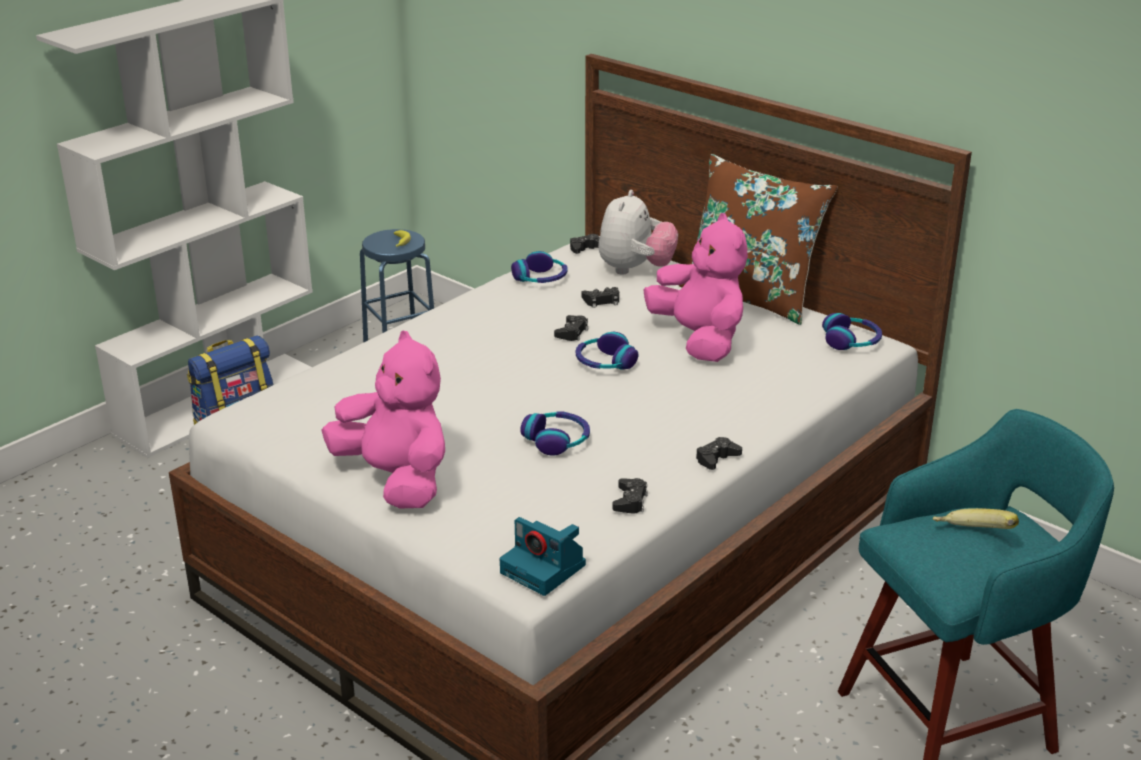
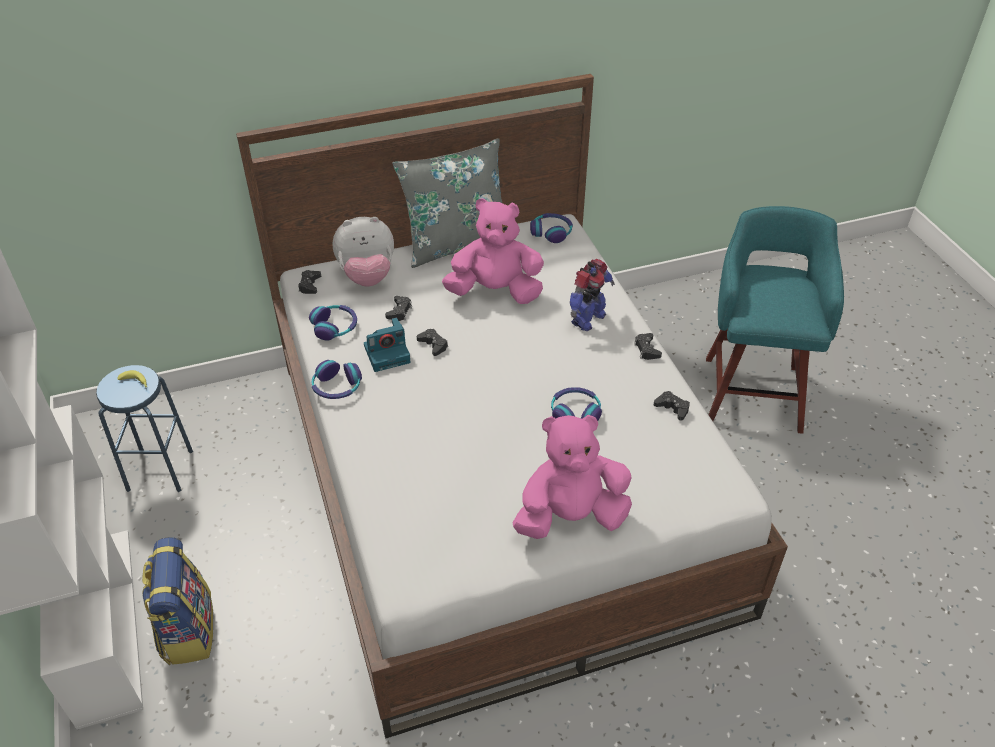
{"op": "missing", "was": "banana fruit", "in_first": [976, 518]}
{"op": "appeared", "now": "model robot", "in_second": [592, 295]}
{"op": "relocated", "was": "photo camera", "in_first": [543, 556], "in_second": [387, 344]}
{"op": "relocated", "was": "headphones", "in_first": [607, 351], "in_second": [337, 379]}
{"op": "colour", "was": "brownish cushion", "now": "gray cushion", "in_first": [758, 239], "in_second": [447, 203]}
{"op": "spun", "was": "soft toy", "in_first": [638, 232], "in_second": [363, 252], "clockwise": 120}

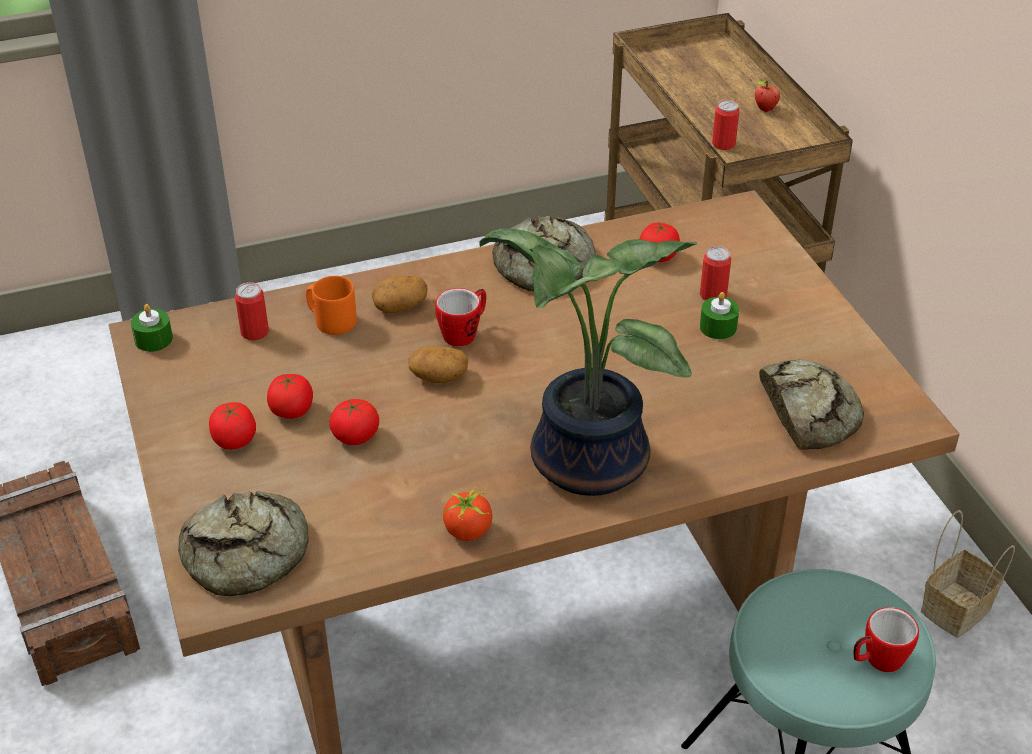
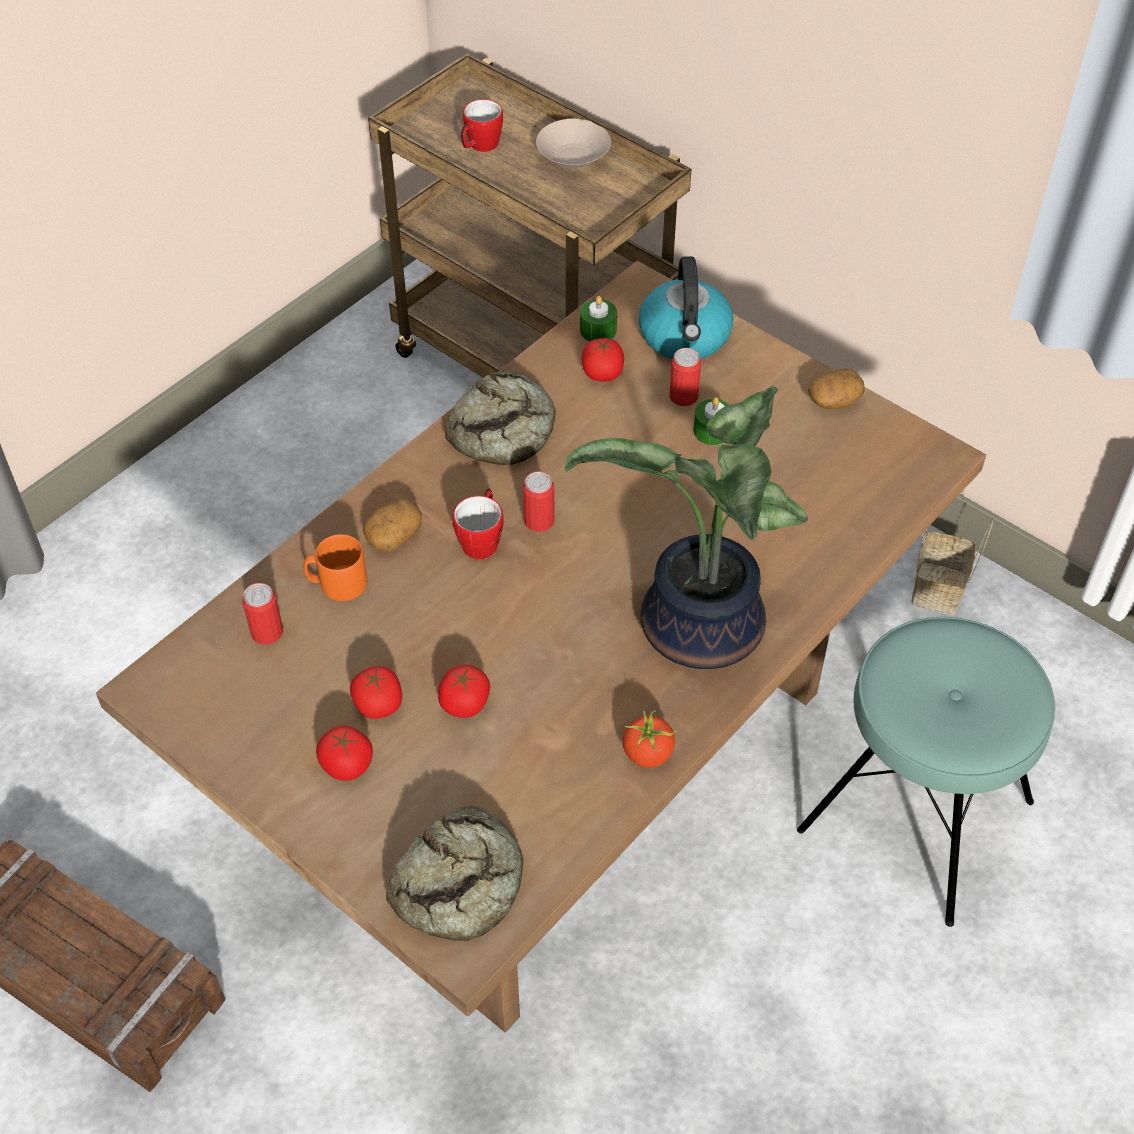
{"op": "missing", "was": "bakery bread", "in_first": [811, 404]}
{"op": "appeared", "now": "kettle", "in_second": [686, 307]}
{"op": "relocated", "was": "greenish candle", "in_first": [152, 328], "in_second": [598, 318]}
{"op": "relocated", "was": "potato", "in_first": [438, 364], "in_second": [836, 388]}
{"op": "relocated", "was": "can", "in_first": [725, 125], "in_second": [539, 502]}
{"op": "relocated", "was": "mug", "in_first": [886, 639], "in_second": [482, 125]}
{"op": "exchanged", "was": "apple", "now": "beige-coloured bowl", "in_first": [767, 96], "in_second": [573, 143]}

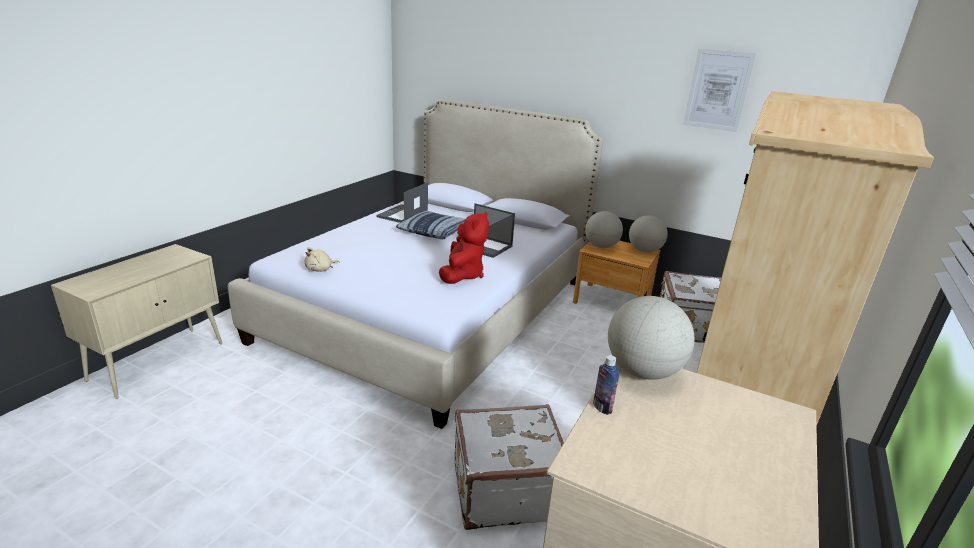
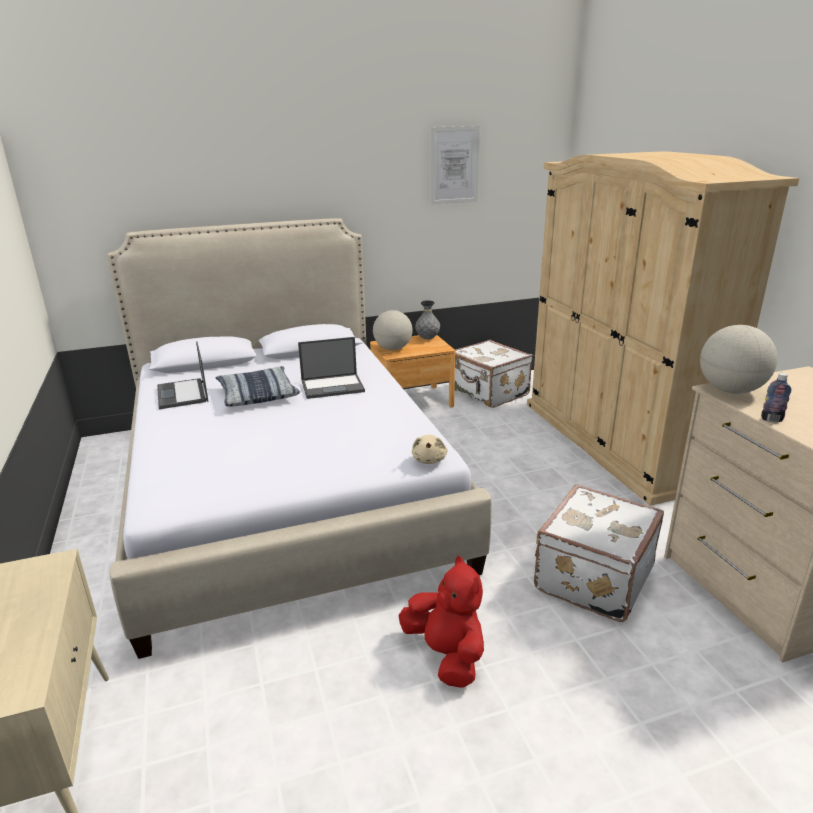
{"op": "relocated", "was": "beige-coloured soft toy", "in_first": [322, 259], "in_second": [430, 449]}
{"op": "relocated", "was": "red soft toy", "in_first": [464, 248], "in_second": [441, 622]}
{"op": "exchanged", "was": "globe", "now": "gray vase", "in_first": [648, 234], "in_second": [427, 319]}

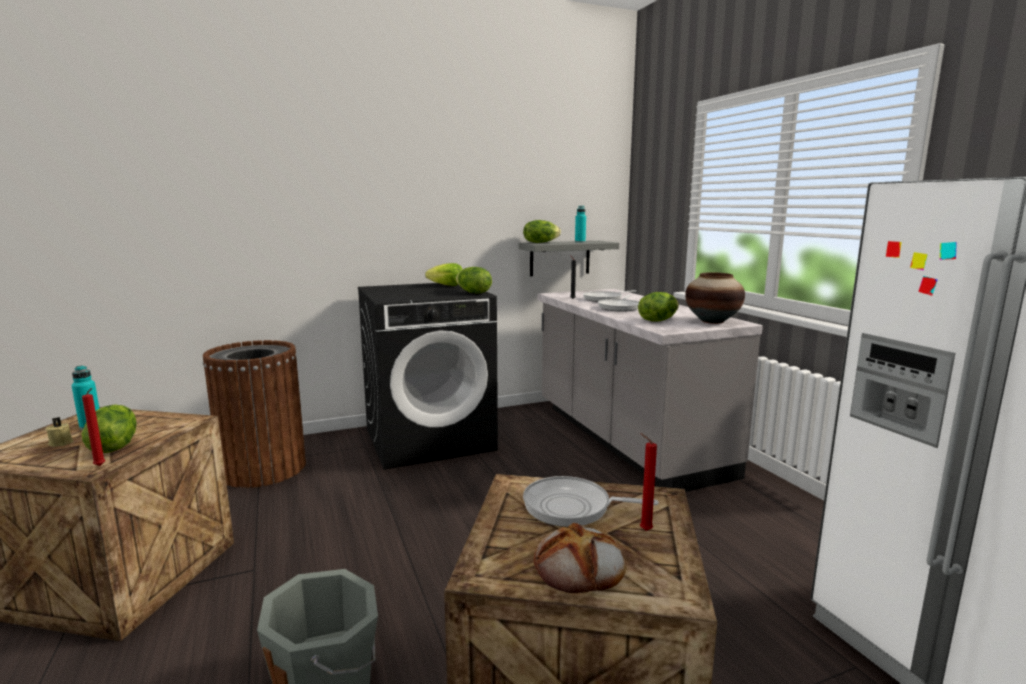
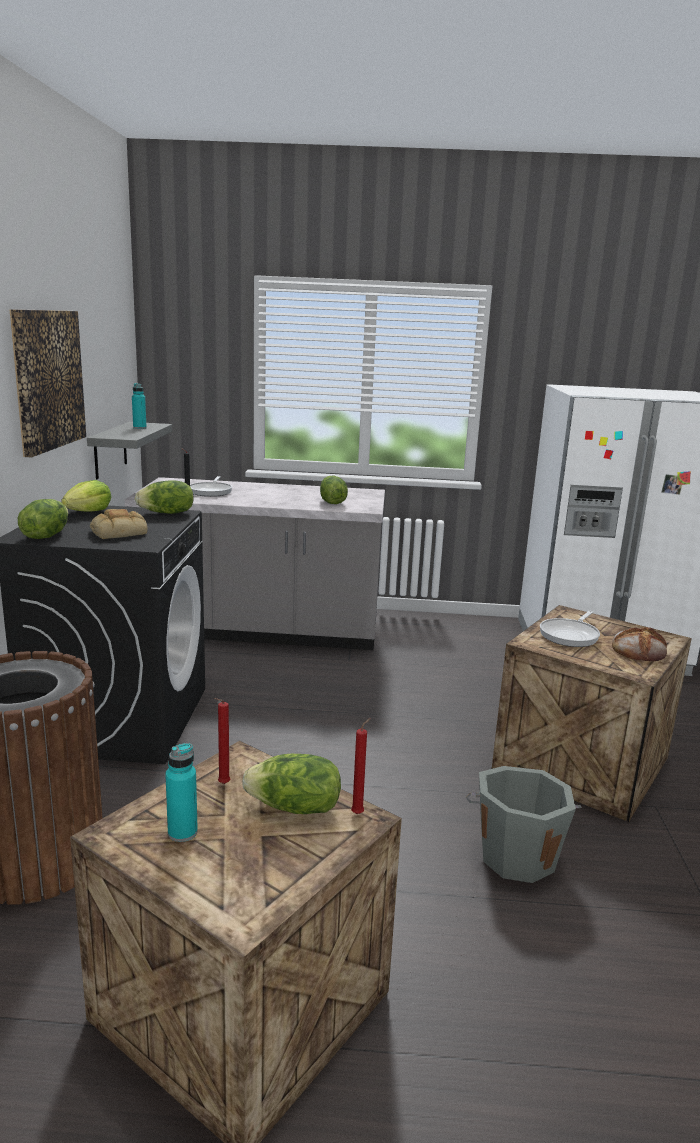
{"op": "missing", "was": "beige-coloured candle", "in_first": [59, 432]}
{"op": "missing", "was": "pan", "in_first": [618, 303]}
{"op": "missing", "was": "vase", "in_first": [715, 298]}
{"op": "appeared", "now": "wall art", "in_second": [48, 383]}
{"op": "appeared", "now": "bakery bread", "in_second": [119, 524]}
{"op": "relocated", "was": "lettuce head", "in_first": [542, 231], "in_second": [43, 519]}
{"op": "relocated", "was": "red candle", "in_first": [648, 482], "in_second": [222, 741]}

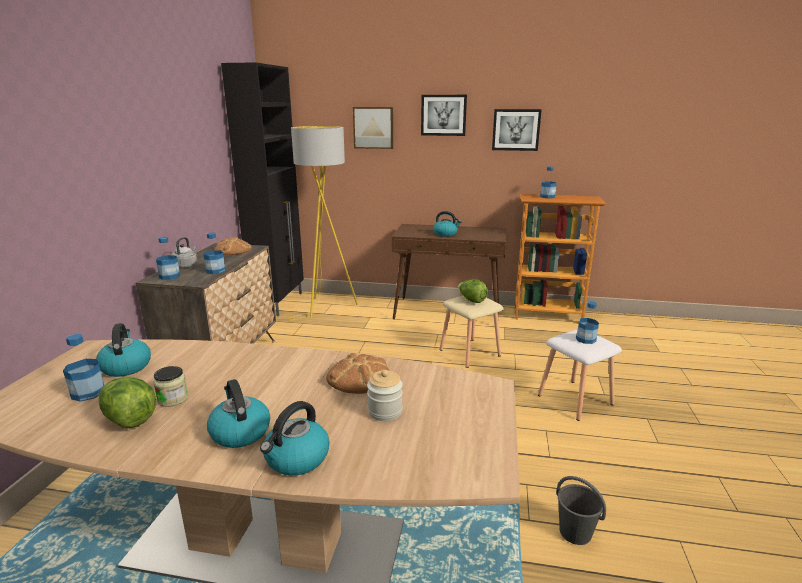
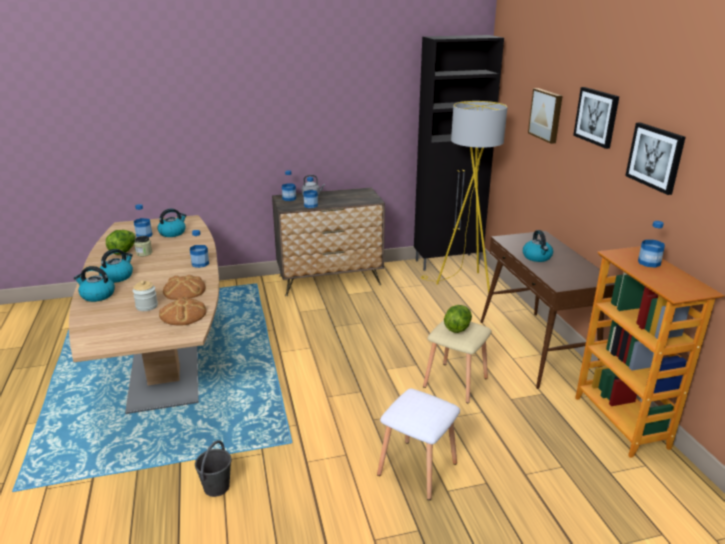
{"op": "relocated", "was": "bakery bread", "in_first": [233, 246], "in_second": [183, 311]}
{"op": "relocated", "was": "drink bottle", "in_first": [587, 322], "in_second": [199, 249]}

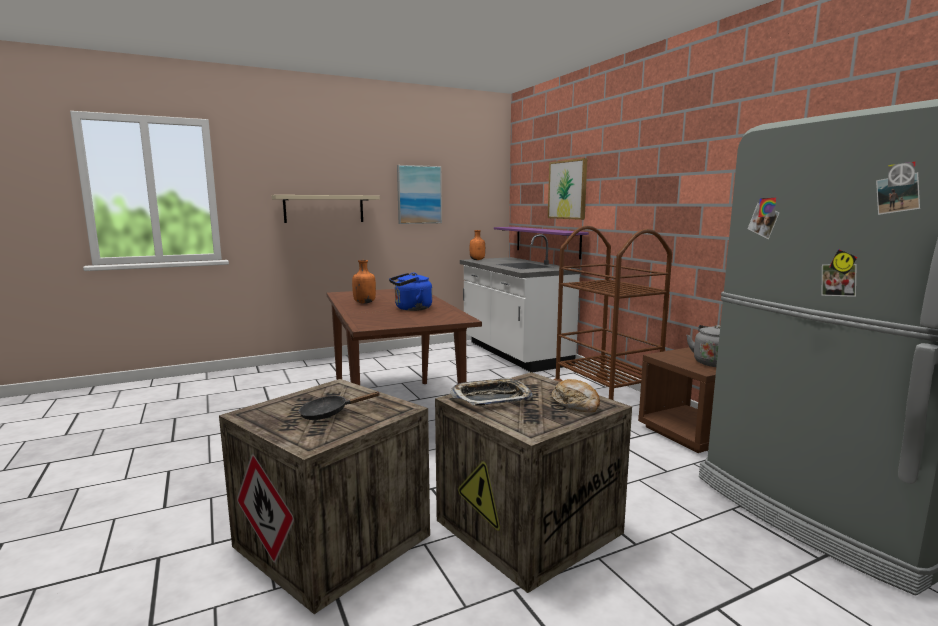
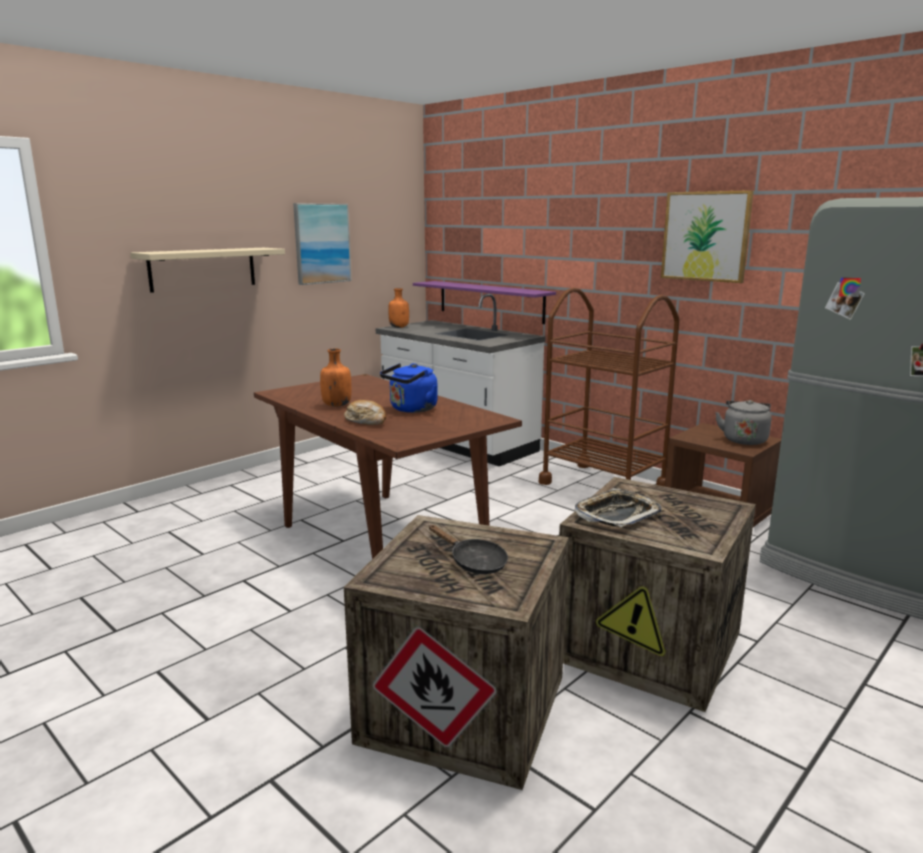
{"op": "relocated", "was": "wall art", "in_first": [567, 189], "in_second": [707, 236]}
{"op": "relocated", "was": "bakery bread", "in_first": [576, 396], "in_second": [365, 412]}
{"op": "spun", "was": "black pan", "in_first": [340, 405], "in_second": [468, 549], "clockwise": -105}

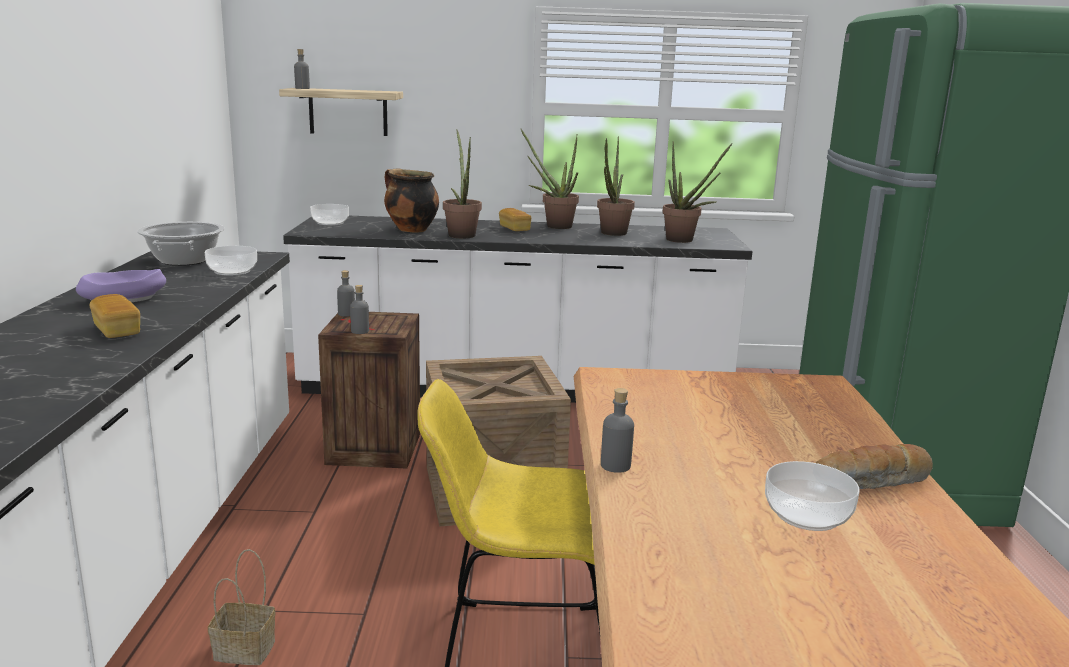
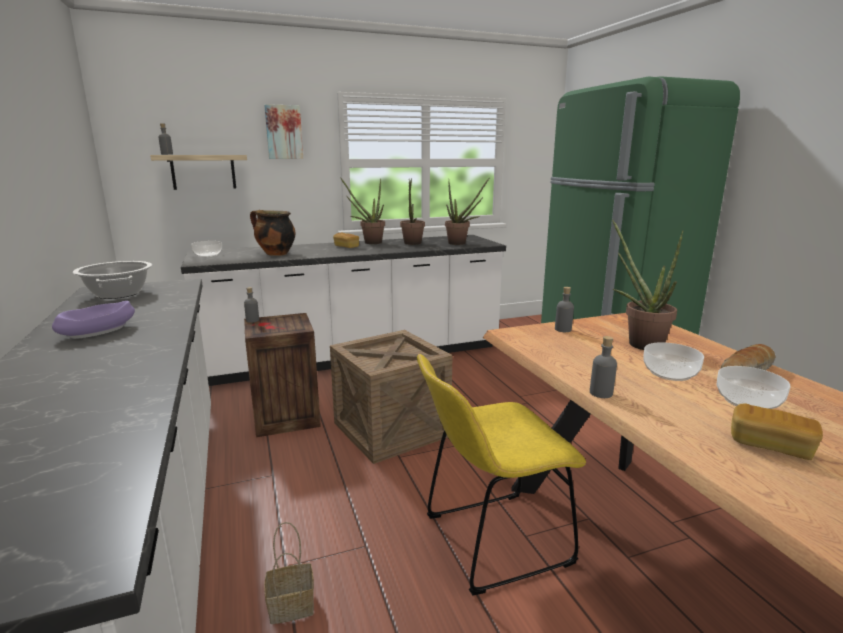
{"op": "appeared", "now": "wall art", "in_second": [283, 131]}
{"op": "relocated", "was": "bakery bread", "in_first": [114, 316], "in_second": [777, 431]}
{"op": "relocated", "was": "bowl", "in_first": [231, 261], "in_second": [673, 361]}
{"op": "relocated", "was": "gray drink bottle", "in_first": [359, 309], "in_second": [564, 309]}
{"op": "relocated", "was": "houseplant", "in_first": [462, 183], "in_second": [647, 285]}

